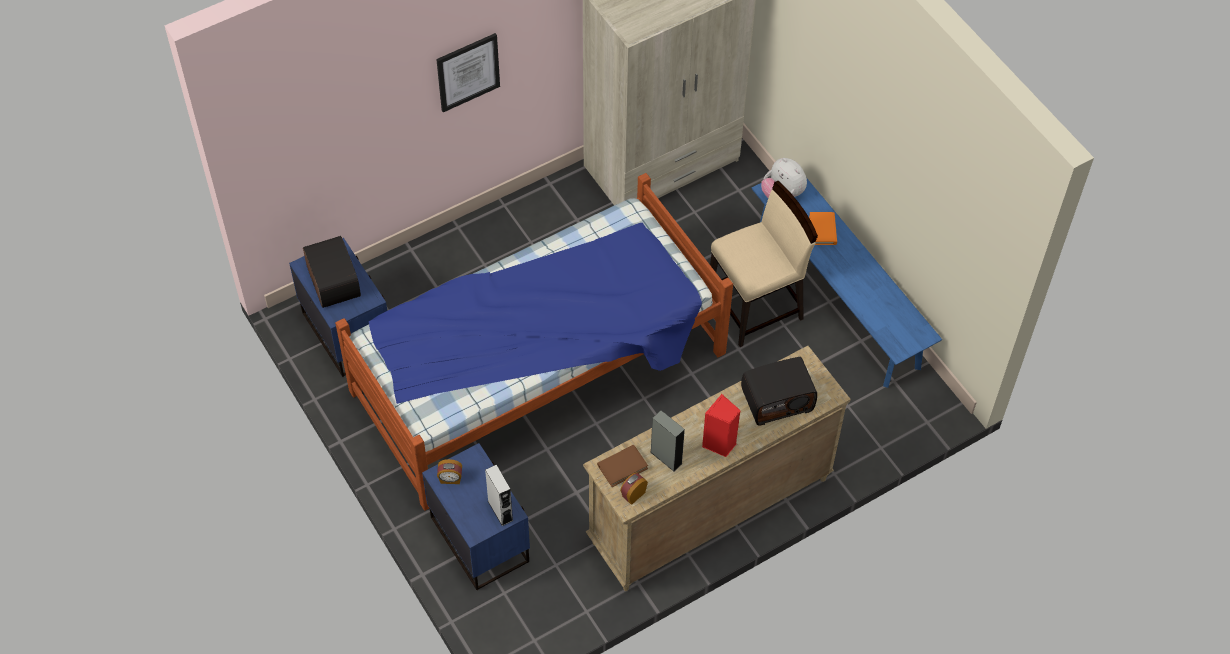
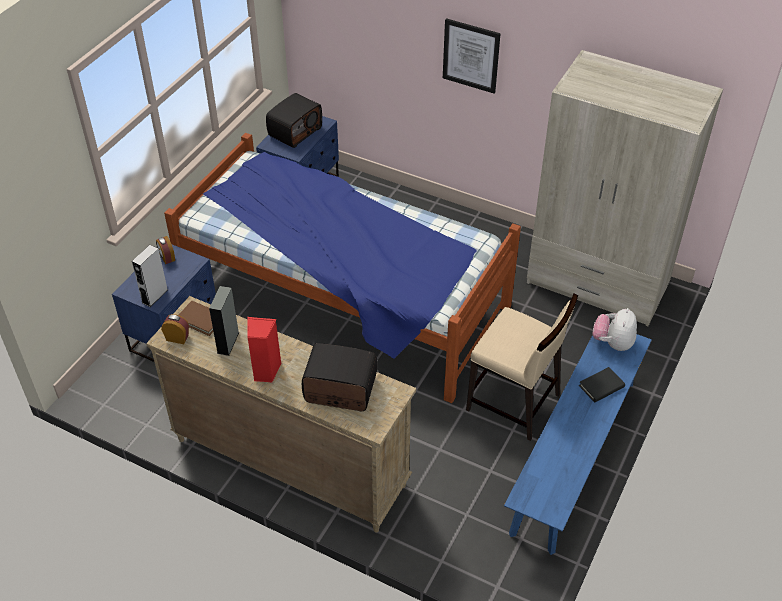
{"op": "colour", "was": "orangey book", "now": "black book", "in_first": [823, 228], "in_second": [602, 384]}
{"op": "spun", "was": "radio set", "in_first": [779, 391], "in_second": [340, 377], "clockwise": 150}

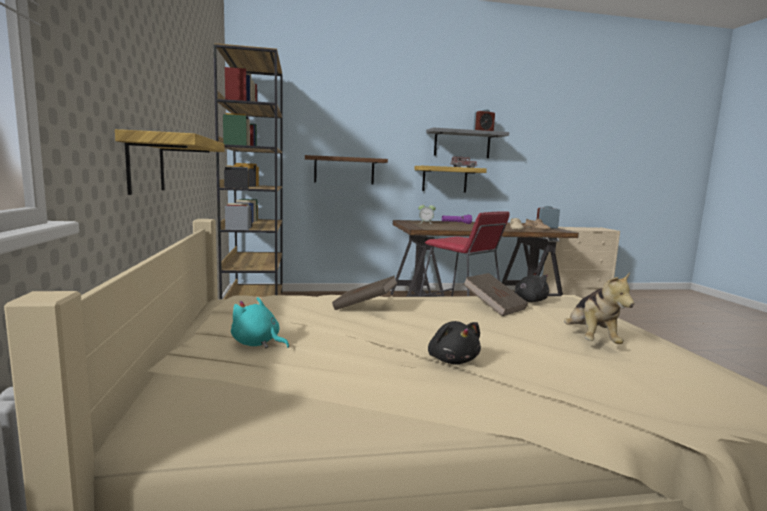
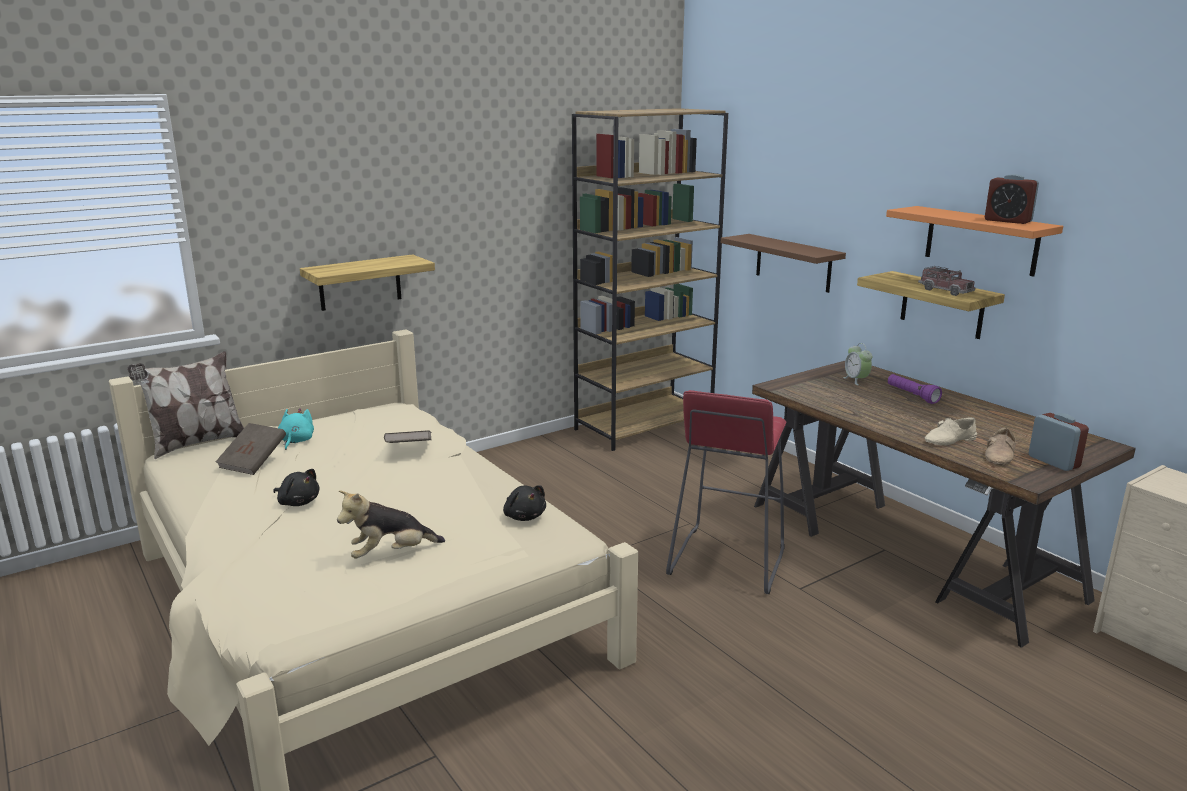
{"op": "appeared", "now": "cushion", "in_second": [185, 405]}
{"op": "relocated", "was": "brownish book", "in_first": [495, 294], "in_second": [251, 449]}
{"op": "colour", "was": "gray shelf", "now": "orangey shelf", "in_first": [467, 142], "in_second": [974, 241]}
{"op": "spun", "was": "black soft toy", "in_first": [454, 342], "in_second": [296, 487], "clockwise": -105}

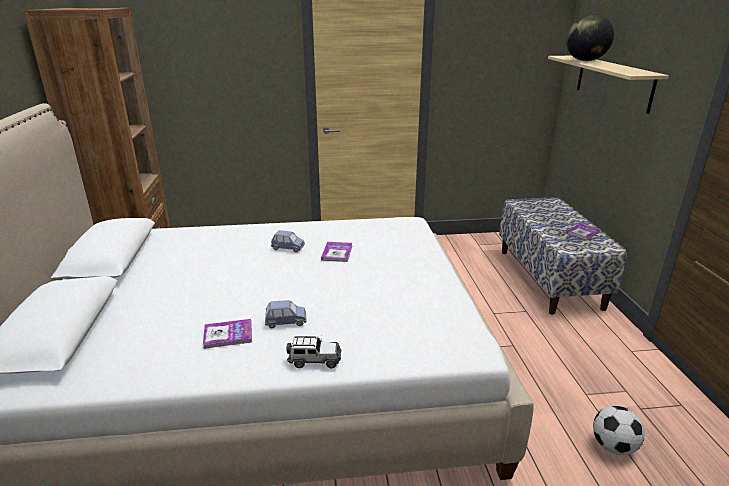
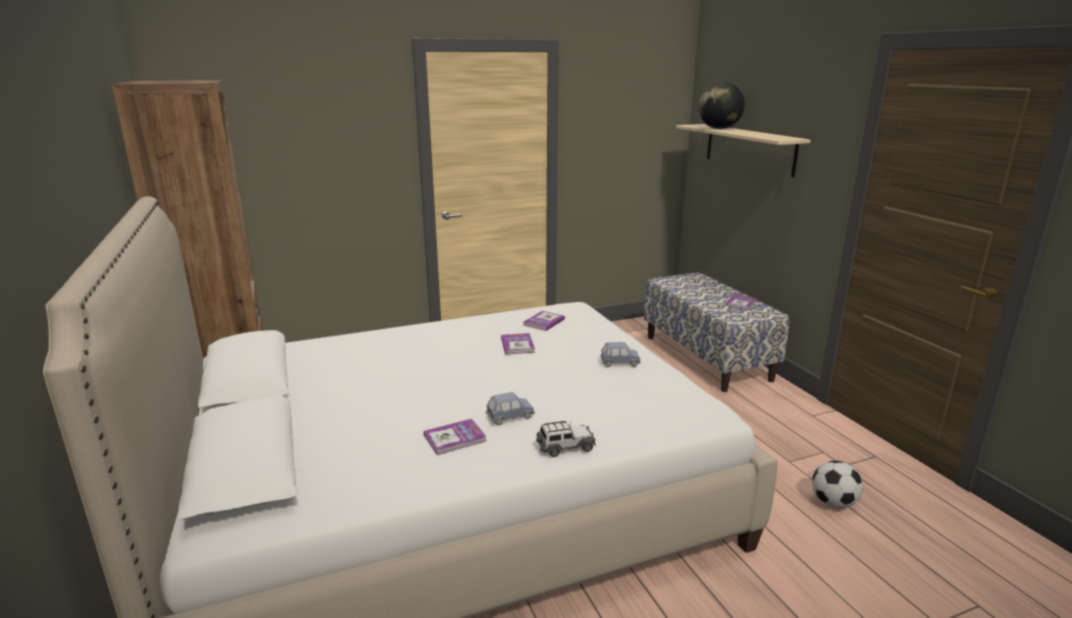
{"op": "appeared", "now": "book", "in_second": [544, 321]}
{"op": "relocated", "was": "blue-coloured miniature car", "in_first": [288, 241], "in_second": [620, 354]}

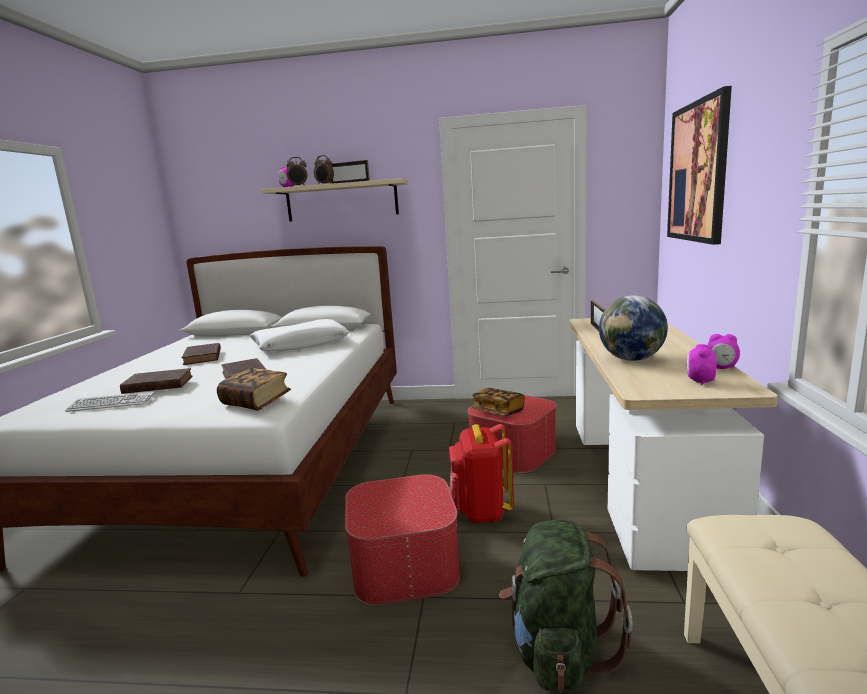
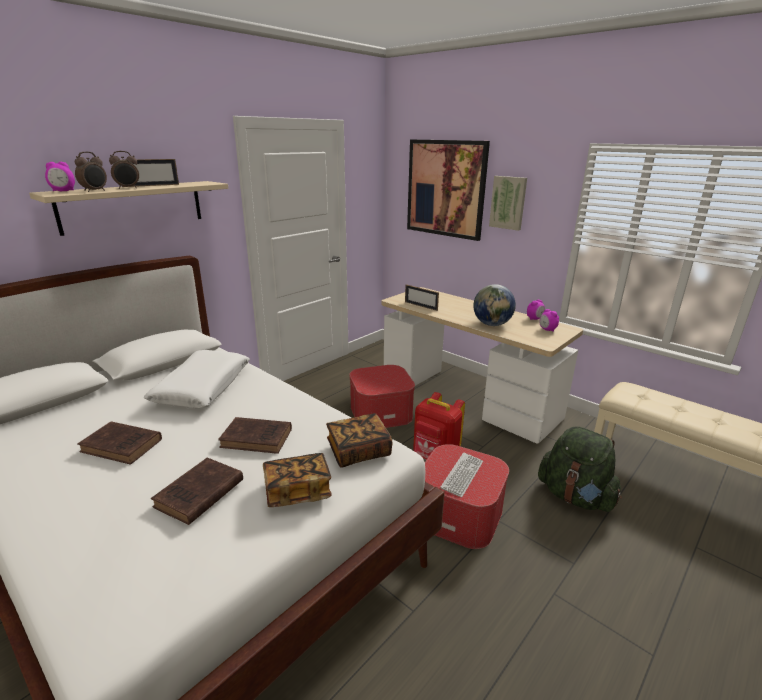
{"op": "appeared", "now": "wall art", "in_second": [508, 203]}
{"op": "relocated", "was": "PC keyboard", "in_first": [110, 402], "in_second": [461, 475]}
{"op": "relocated", "was": "book", "in_first": [498, 402], "in_second": [297, 480]}

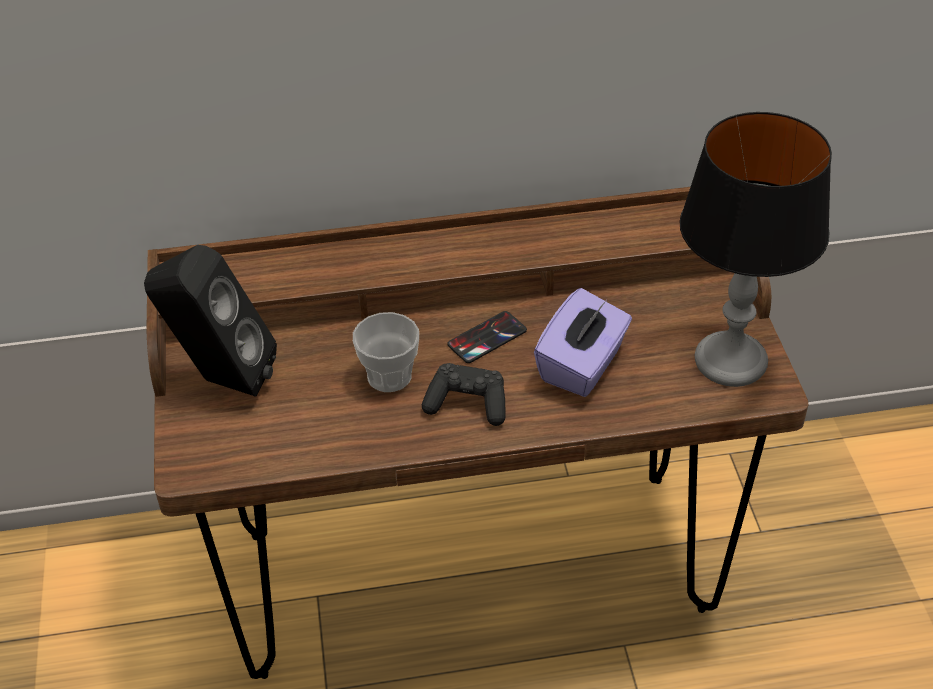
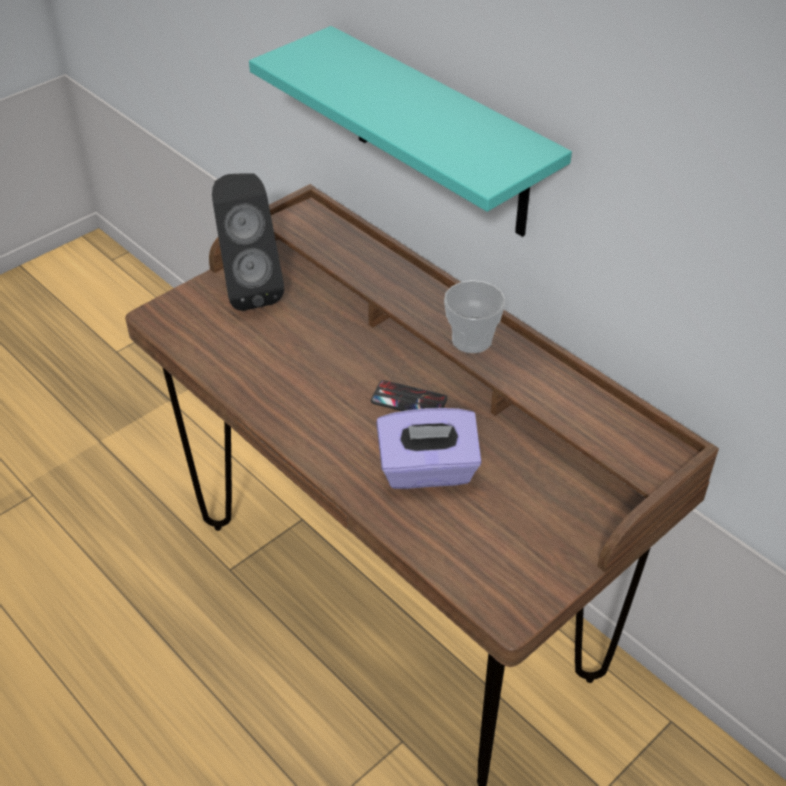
{"op": "missing", "was": "black joypad", "in_first": [464, 394]}
{"op": "missing", "was": "lamp for a table", "in_first": [755, 249]}
{"op": "appeared", "now": "blue-green shelf", "in_second": [410, 131]}
{"op": "relocated", "was": "small cup", "in_first": [386, 352], "in_second": [474, 316]}

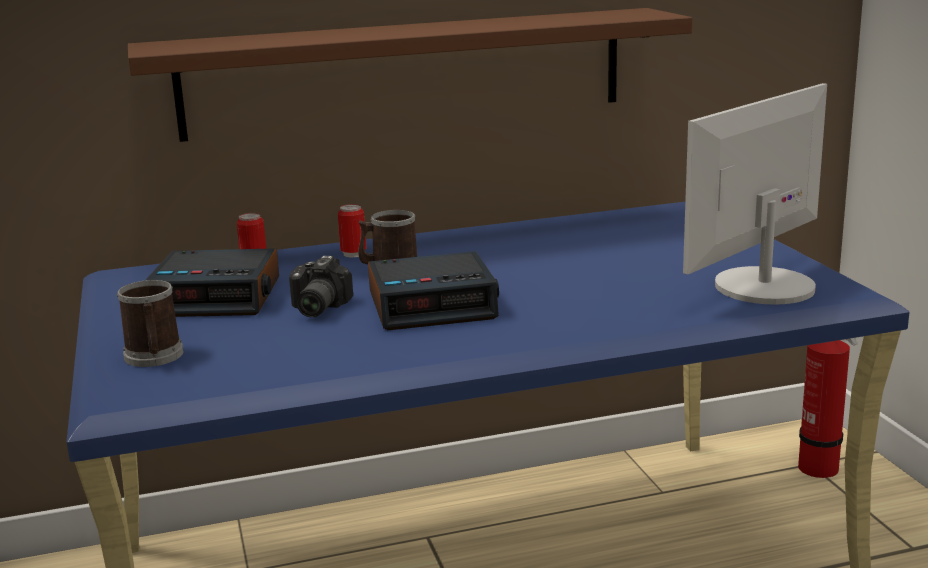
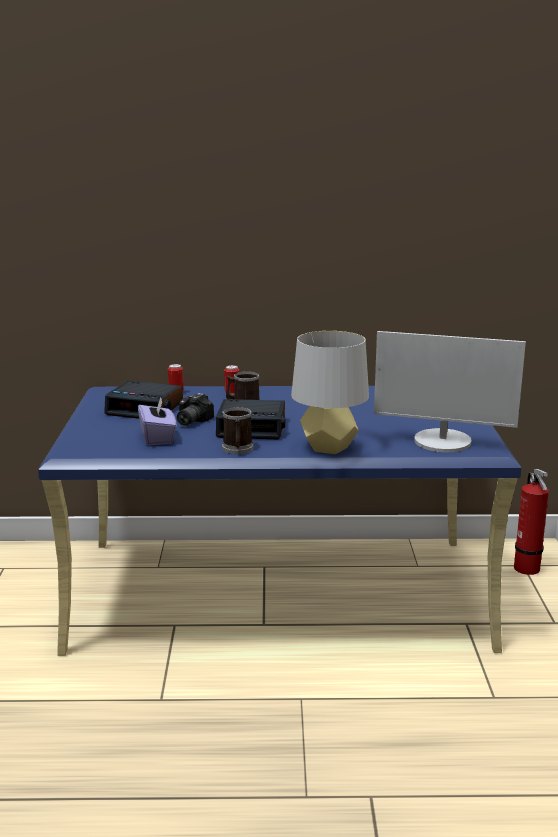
{"op": "missing", "was": "brownish shelf", "in_first": [410, 75]}
{"op": "appeared", "now": "purplish tissue holder", "in_second": [157, 421]}
{"op": "appeared", "now": "gray lamp for a table", "in_second": [330, 392]}
{"op": "relocated", "was": "mug", "in_first": [150, 323], "in_second": [237, 430]}
{"op": "spun", "was": "computer screen", "in_first": [755, 194], "in_second": [450, 391], "clockwise": -135}

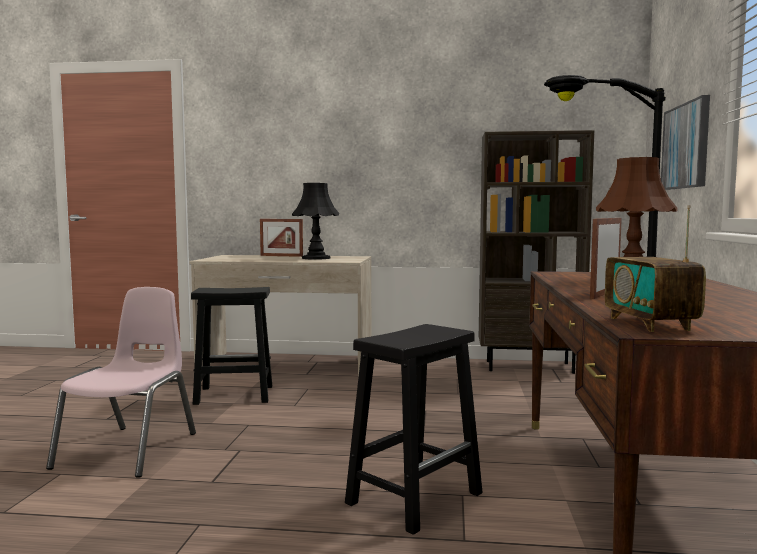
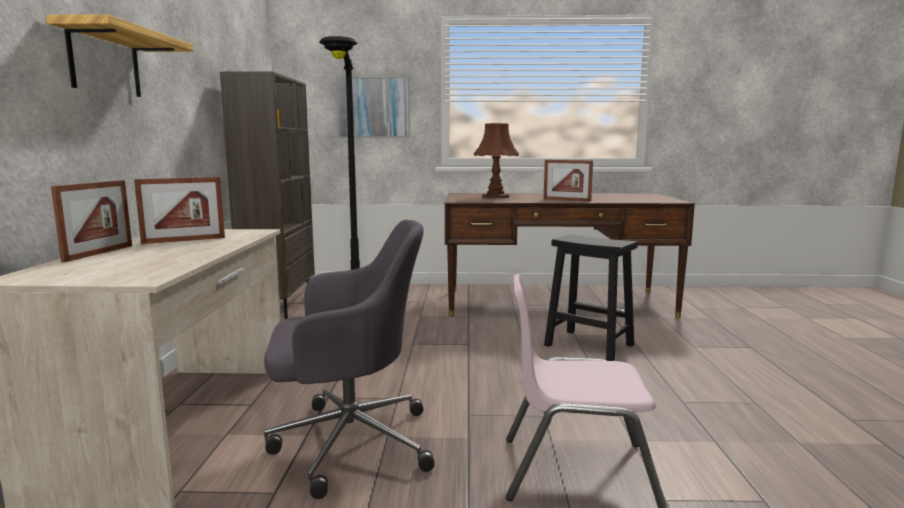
{"op": "missing", "was": "radio set", "in_first": [655, 268]}
{"op": "appeared", "now": "shelf", "in_second": [120, 55]}
{"op": "exchanged", "was": "black stool", "now": "gray office chair", "in_first": [231, 346], "in_second": [349, 359]}
{"op": "exchanged", "was": "black lamp for a table", "now": "picture frame", "in_first": [316, 221], "in_second": [179, 210]}

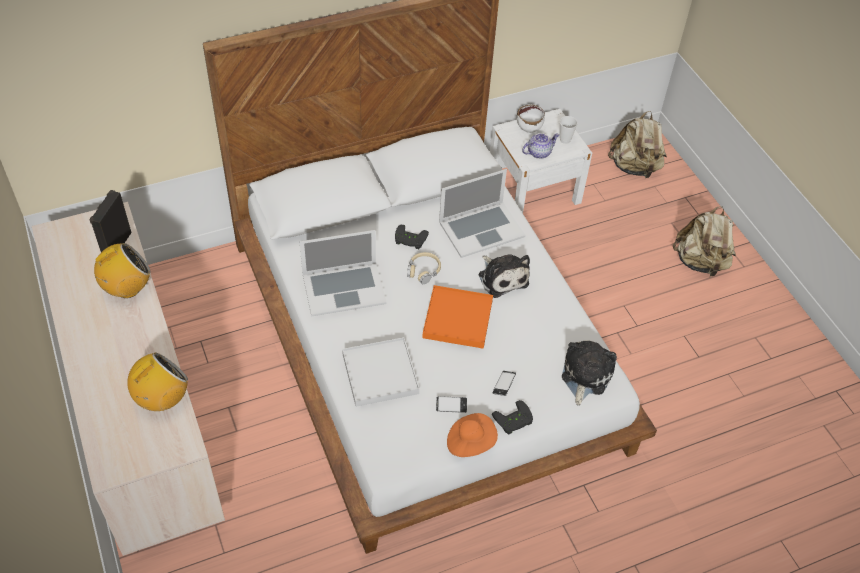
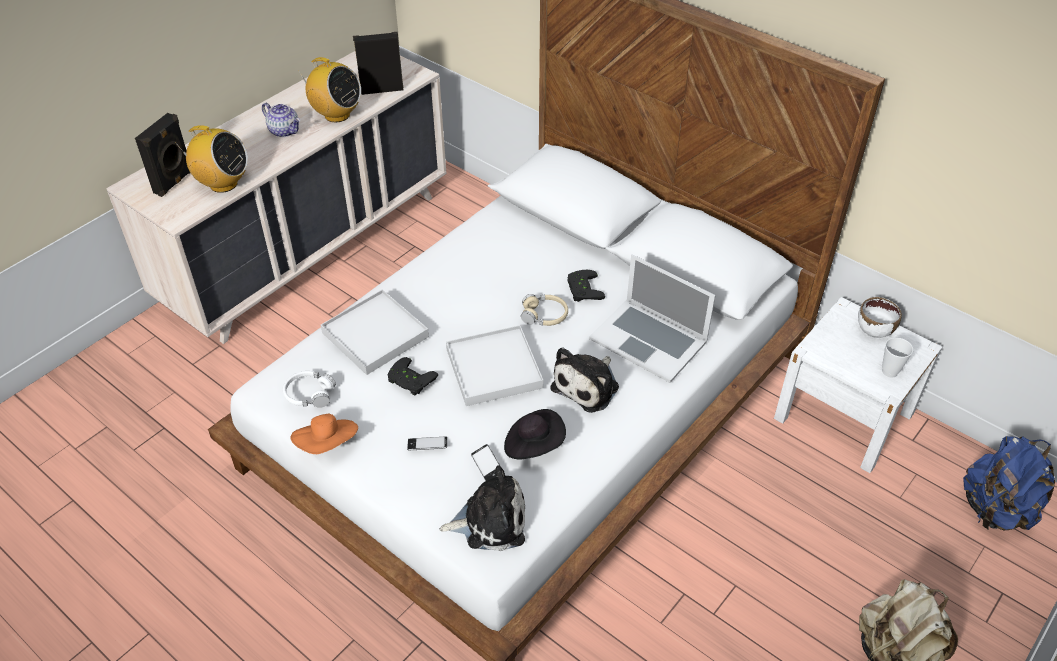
{"op": "missing", "was": "portable computer", "in_first": [343, 273]}
{"op": "appeared", "now": "black speaker", "in_second": [162, 155]}
{"op": "appeared", "now": "white headphones", "in_second": [309, 389]}
{"op": "appeared", "now": "black wearable hat", "in_second": [535, 434]}
{"op": "relocated", "was": "phone", "in_first": [451, 404], "in_second": [486, 462]}
{"op": "relocated", "was": "black joypad", "in_first": [512, 417], "in_second": [412, 376]}
{"op": "relocated", "was": "tea pot", "in_first": [541, 146], "in_second": [281, 120]}
{"op": "colour", "was": "orangey carrying tray", "now": "white carrying tray", "in_first": [457, 317], "in_second": [494, 365]}
{"op": "colour", "was": "beige-coloured backpack", "now": "blue-coloured backpack", "in_first": [637, 144], "in_second": [1009, 483]}

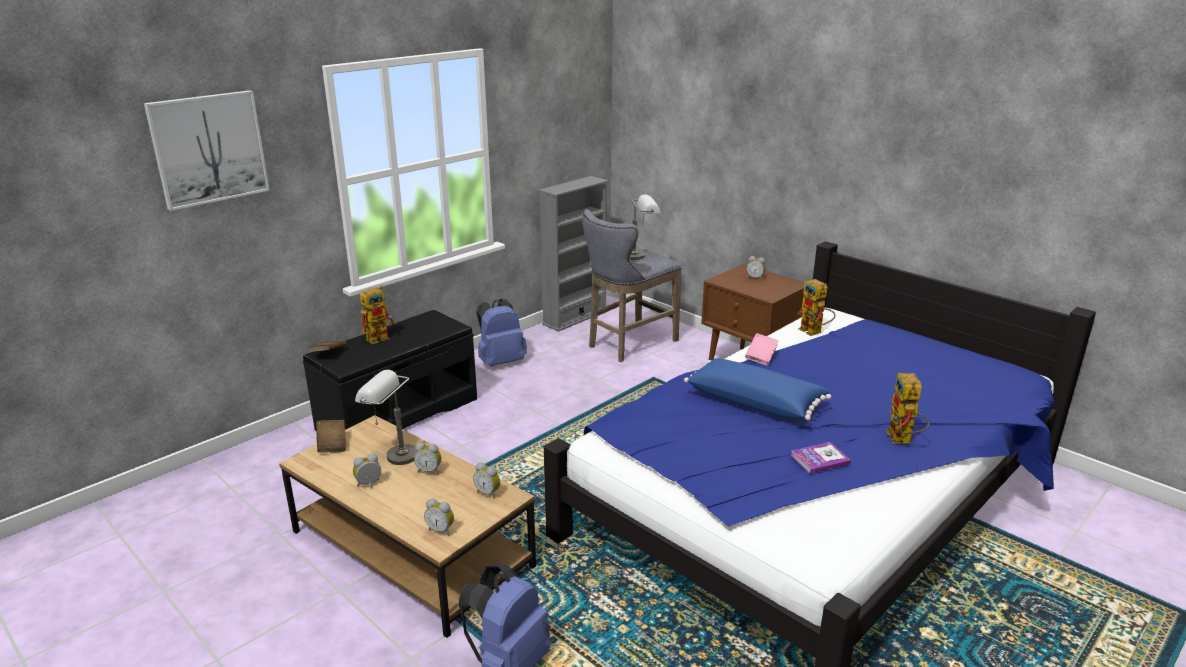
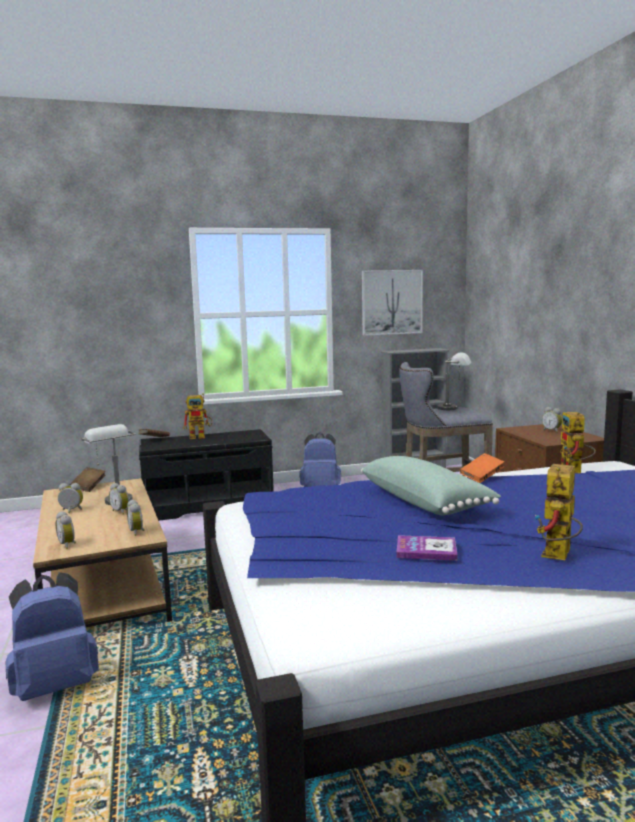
{"op": "relocated", "was": "wall art", "in_first": [207, 150], "in_second": [392, 303]}
{"op": "colour", "was": "blue-coloured cushion", "now": "greenish cushion", "in_first": [757, 389], "in_second": [431, 485]}
{"op": "colour", "was": "pinkish book", "now": "orangey book", "in_first": [762, 349], "in_second": [482, 468]}

